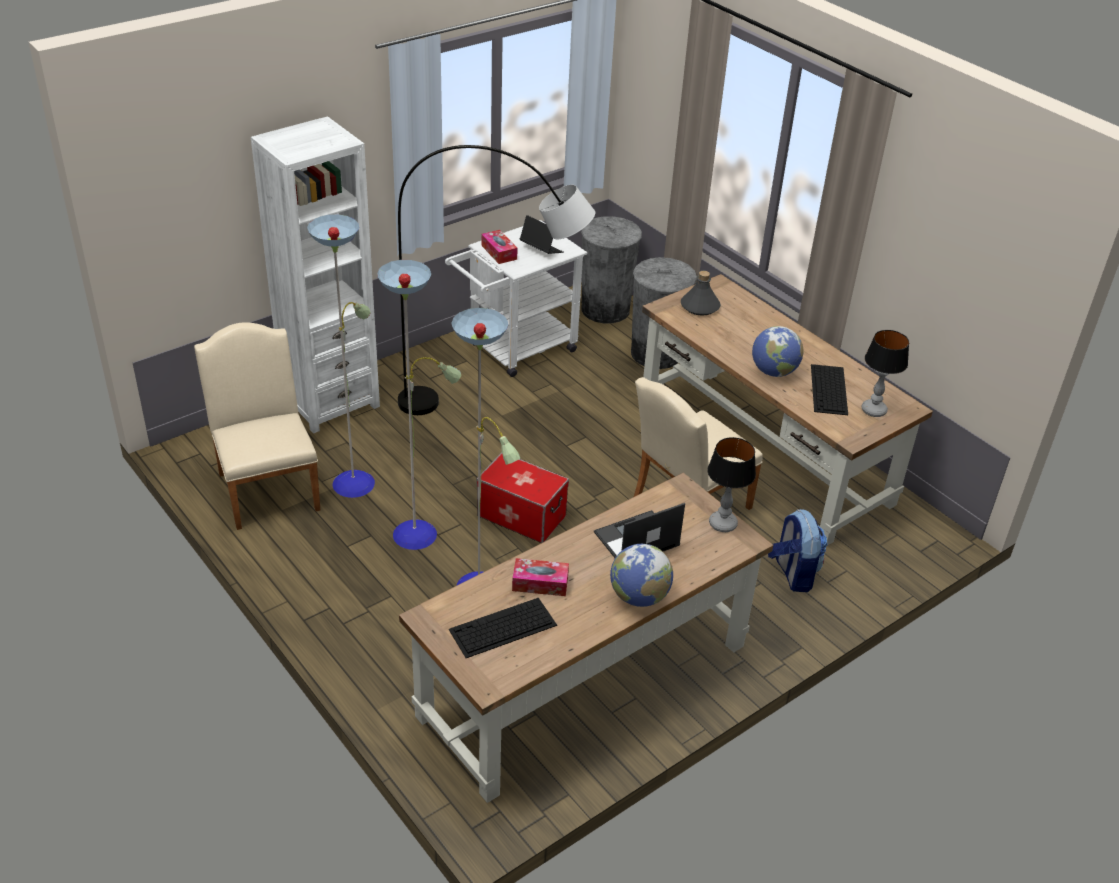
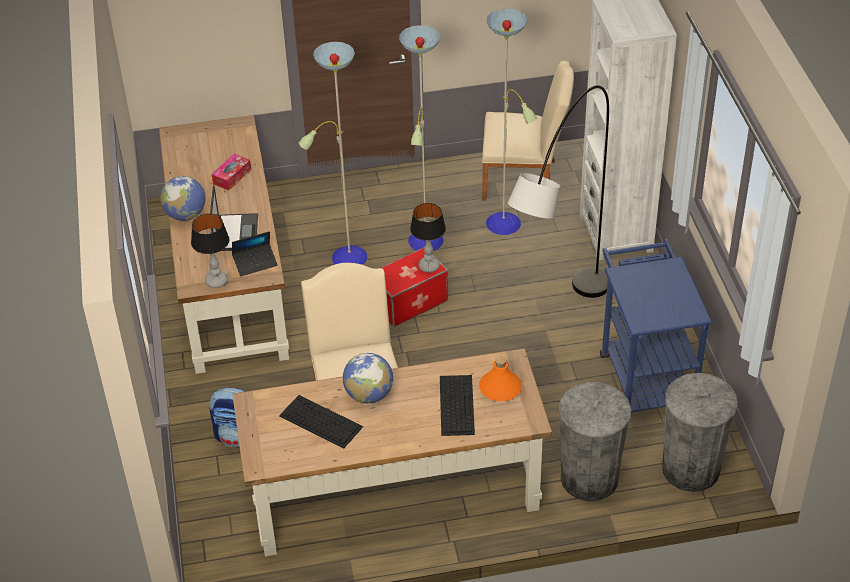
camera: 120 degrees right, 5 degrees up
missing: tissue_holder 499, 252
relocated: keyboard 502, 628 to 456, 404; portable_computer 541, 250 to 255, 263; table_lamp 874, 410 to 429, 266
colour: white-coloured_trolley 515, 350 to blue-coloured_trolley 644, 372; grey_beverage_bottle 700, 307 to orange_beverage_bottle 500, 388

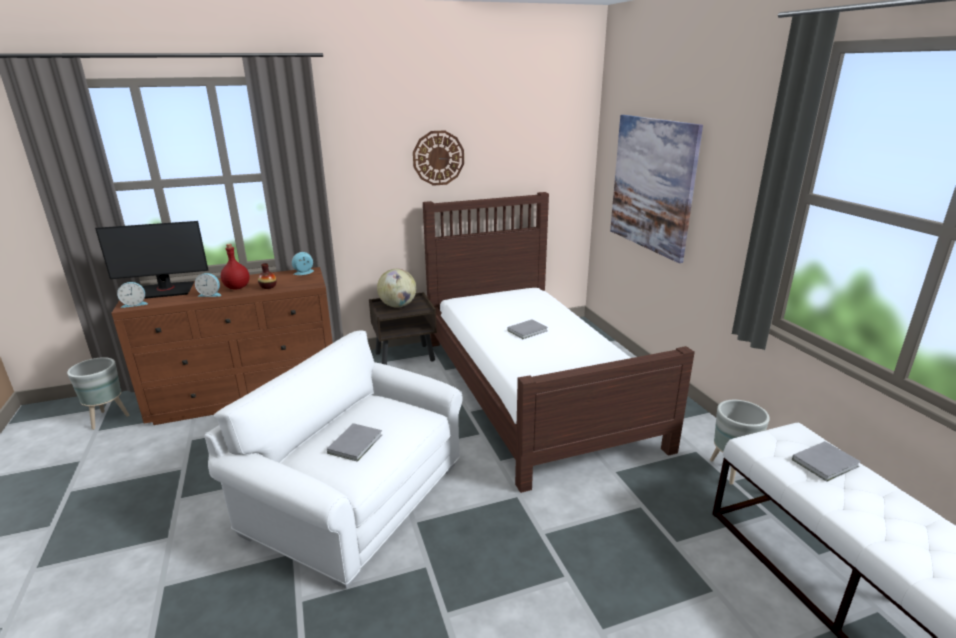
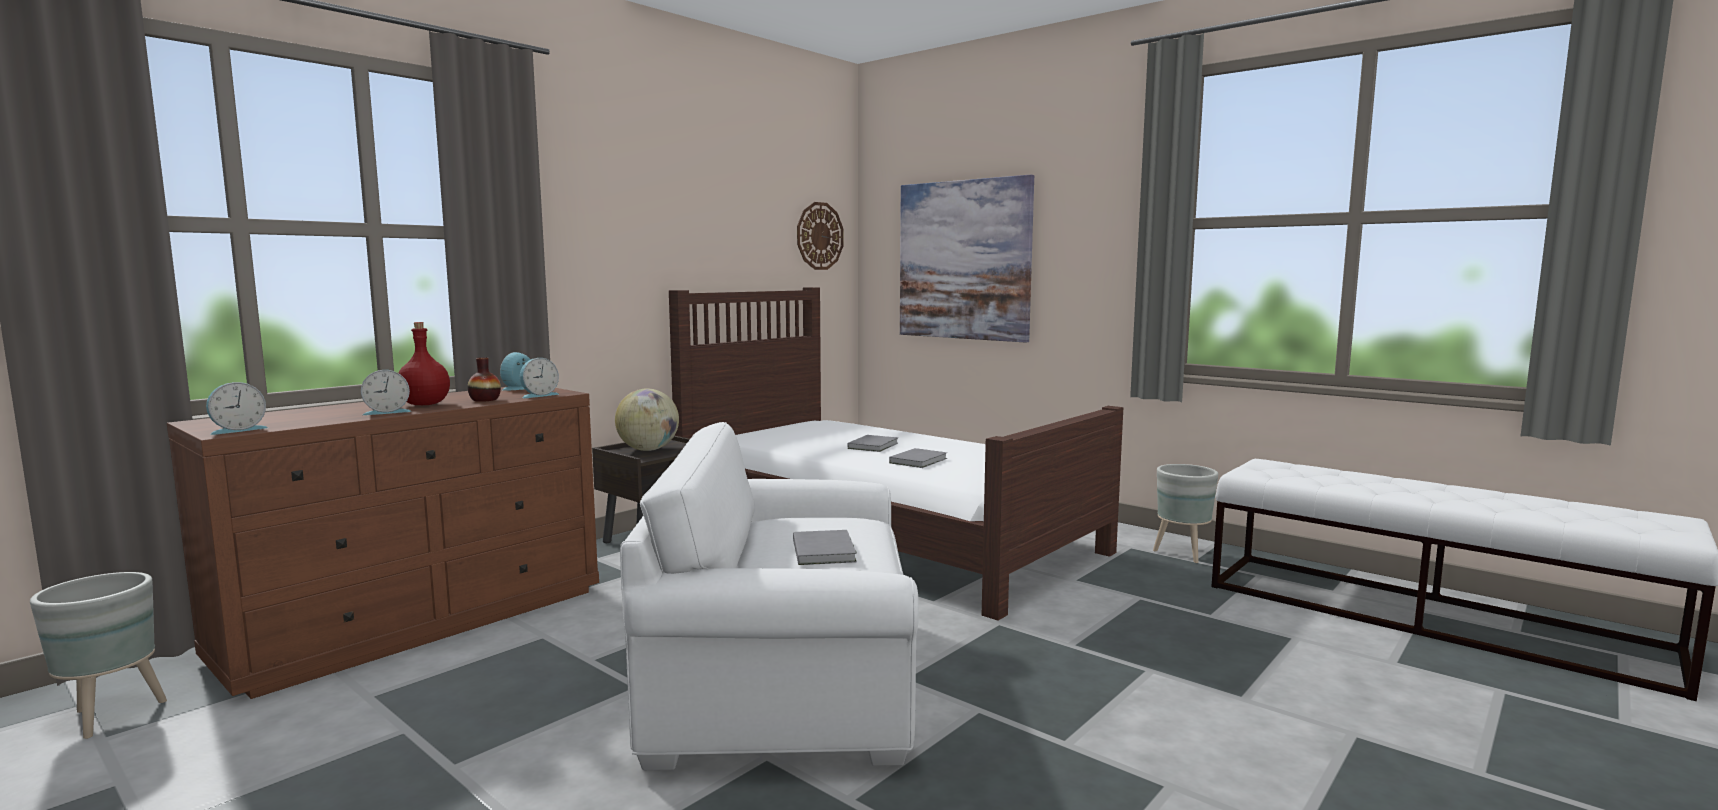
camera: 30 degrees left, 15 degrees down
missing: computer_screen 165, 290
appeared: bedside_clock 538, 395
relocated: hanging_clock 438, 158 to 819, 236; grey_volume 826, 463 to 920, 460

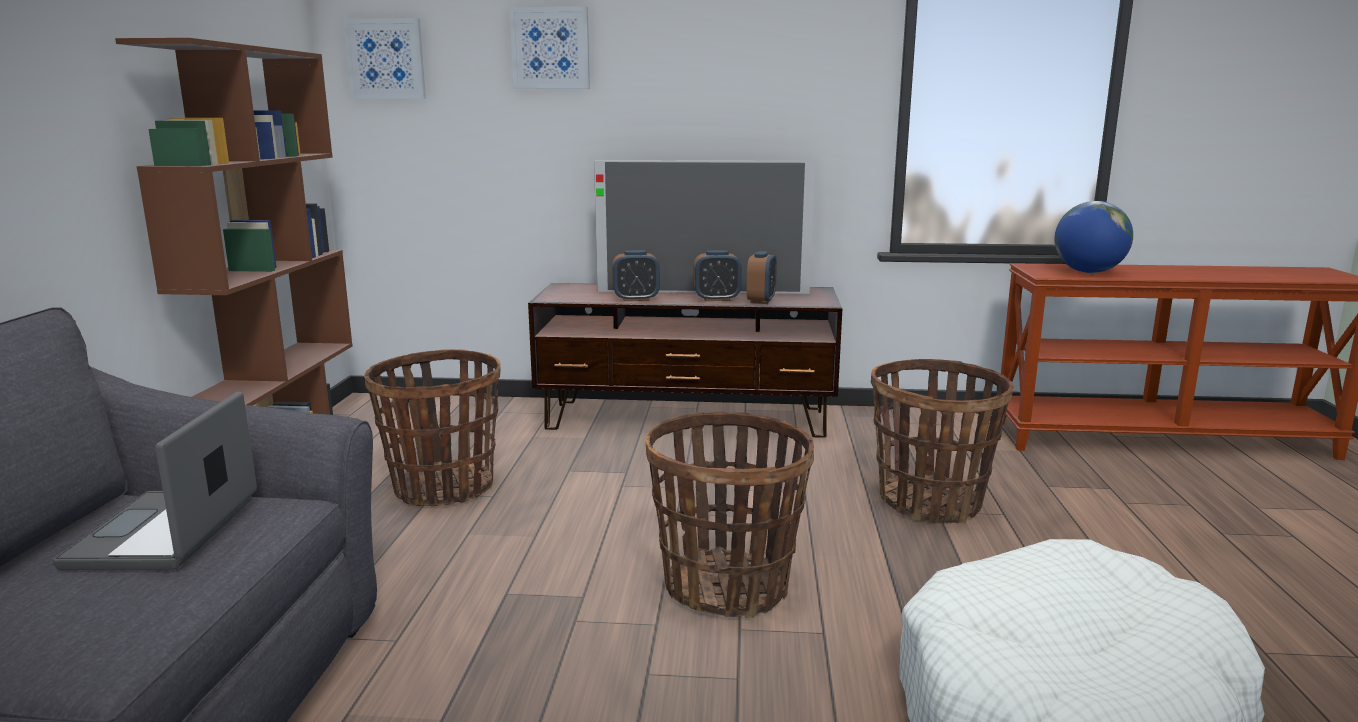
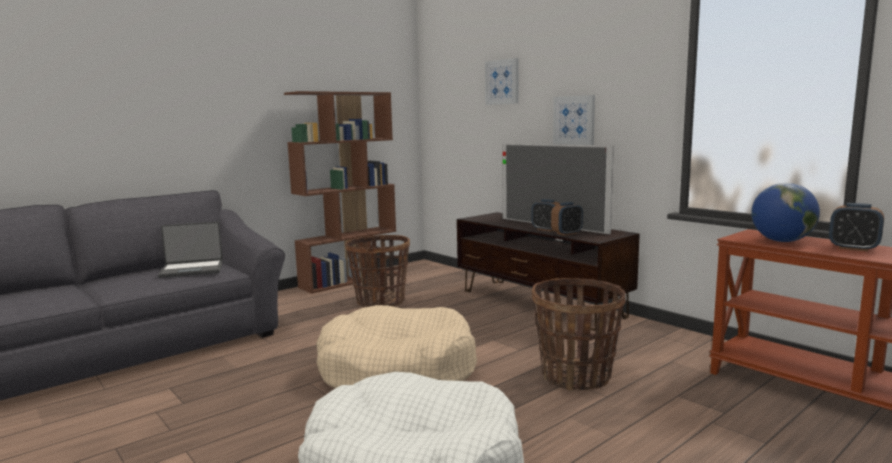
camera: 45 degrees right, 5 degrees down
relocated: picture 386, 59 to 574, 120; bedside_clock 636, 299 to 853, 248
exchanged: basket 727, 587 to beige-coloured_pet_bed 397, 370
spun: portable_computer 168, 532 = 192, 270 150 degrees counterclockwise

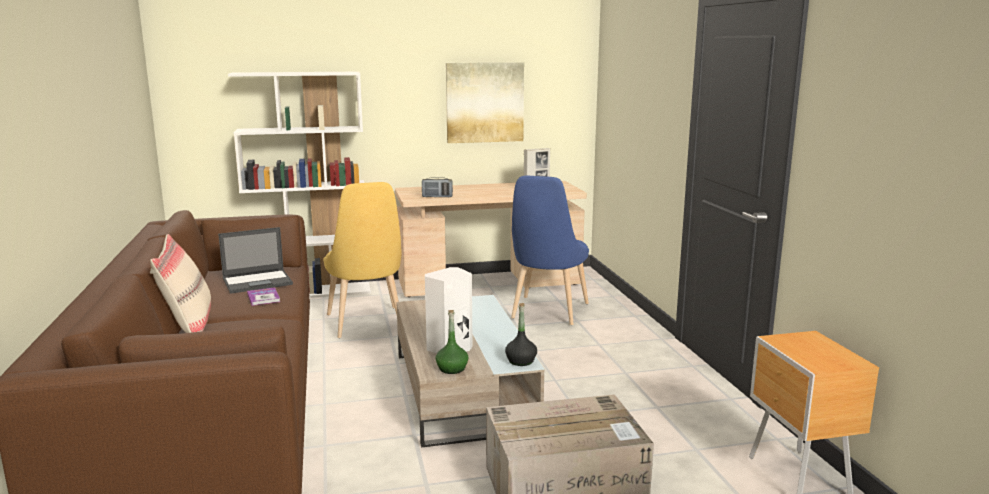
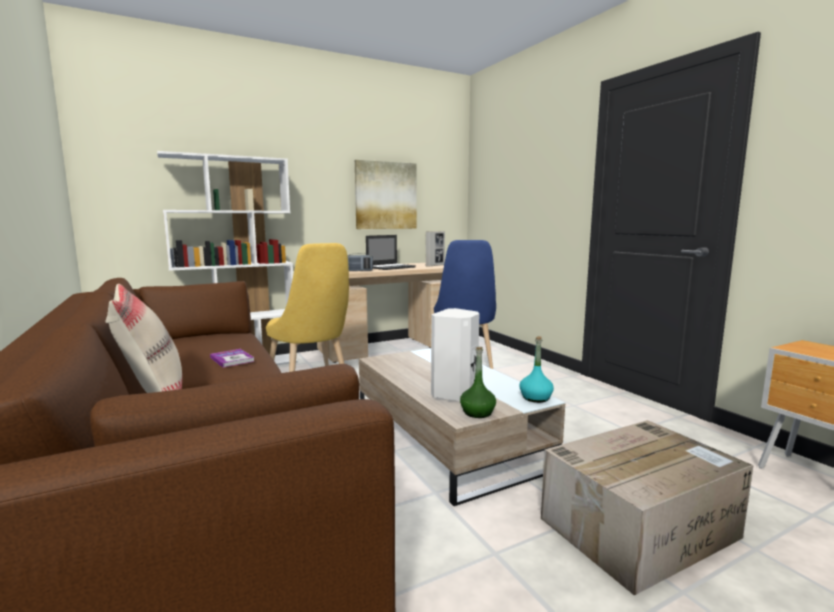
camera: 15 degrees left, 5 degrees down
relocated: portable_computer 258, 282 to 391, 267
colour: blackish_beverage_bottle 521, 361 to turquoise-coloured_beverage_bottle 535, 398

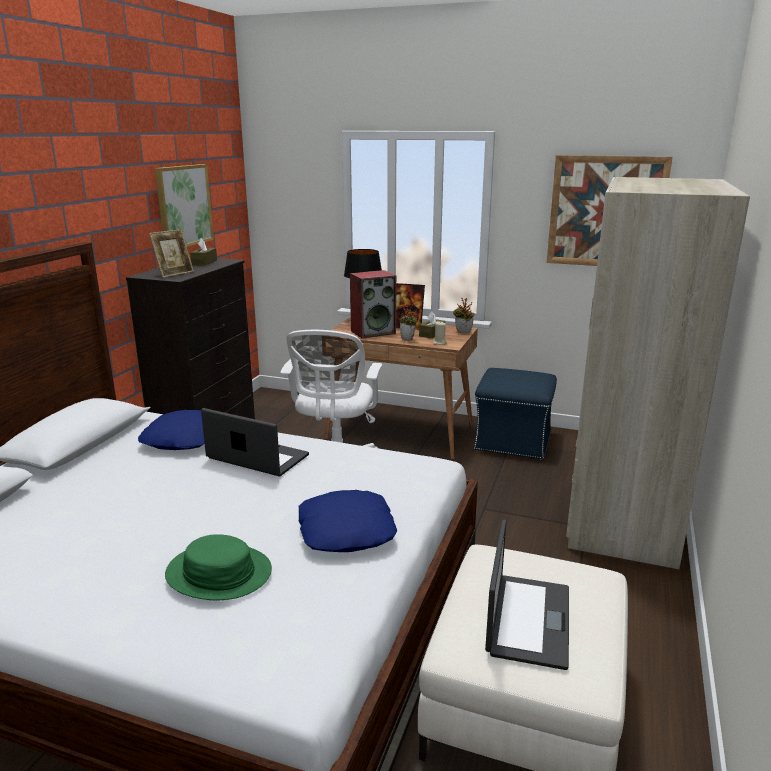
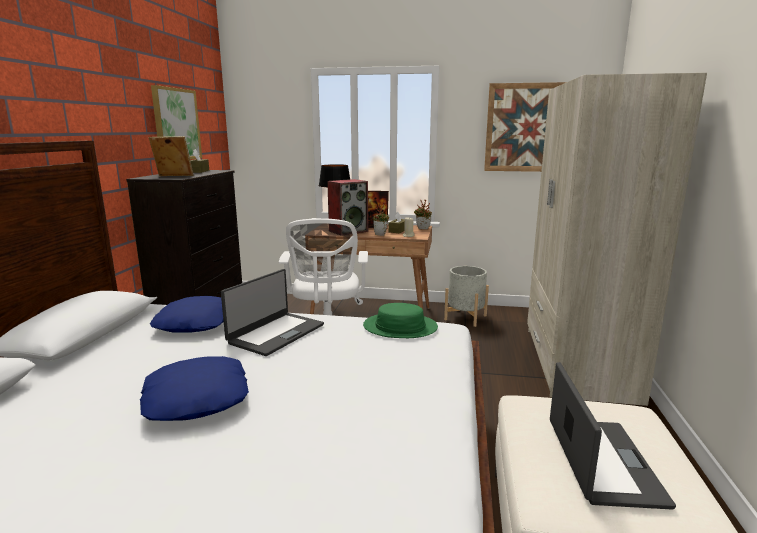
camera: 10 degrees left, 5 degrees down
relocated: green-coloured_wearable_hat 218, 573 to 400, 327; blue-coloured_pillow 345, 531 to 195, 398
exchanged: blue-coloured_ottoman 512, 441 to grey_plant_pot 465, 317
spun: standing_frame 174, 274 = 174, 176 120 degrees counterclockwise; portable_computer 257, 458 = 275, 333 105 degrees clockwise

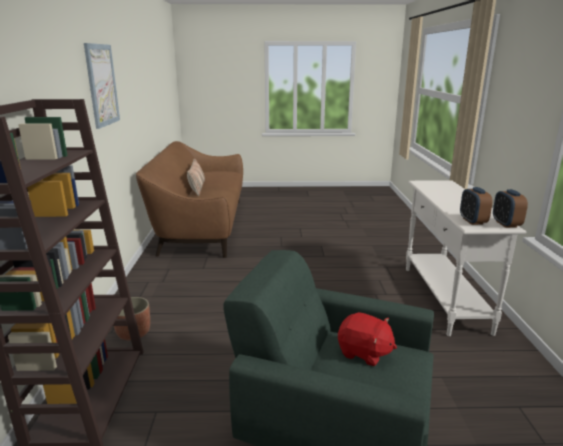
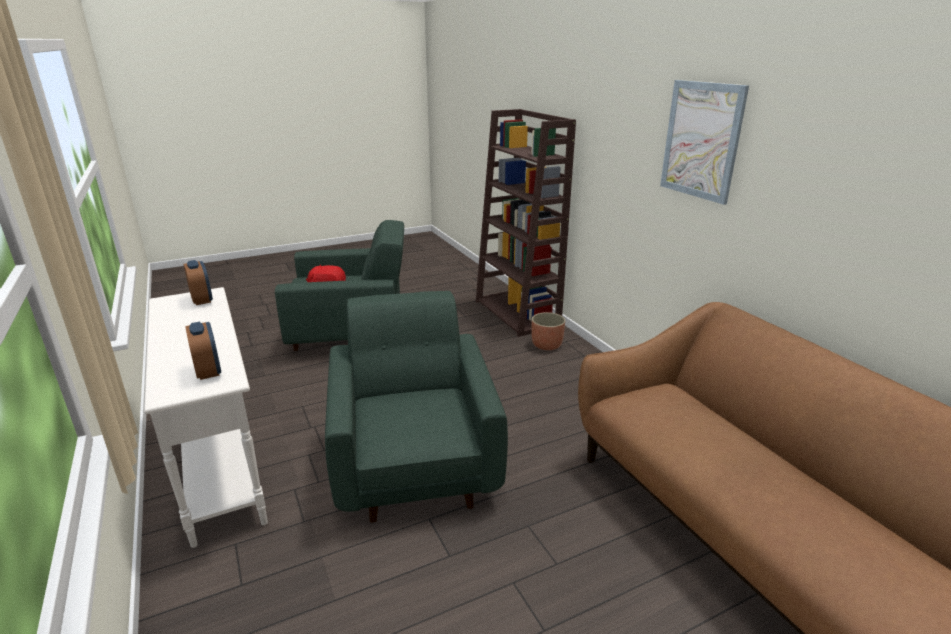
camera: 155 degrees right, 5 degrees up
missing: pillow 197, 187
appeared: green-coloured_lounge_chair 415, 462
relocated: bedside_clock 506, 224 to 208, 371

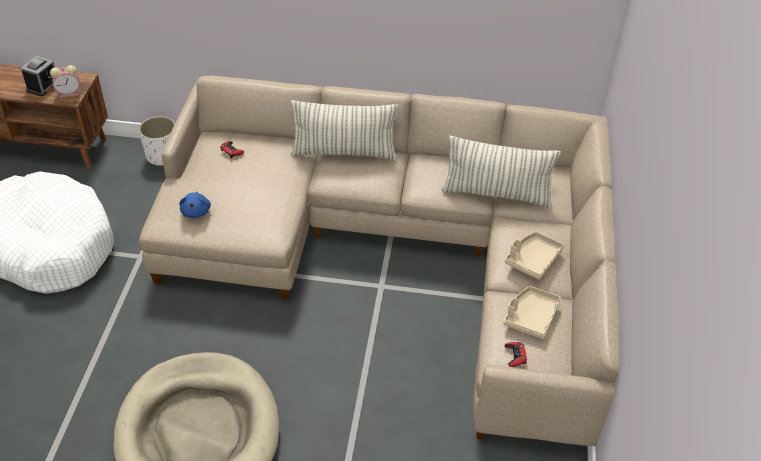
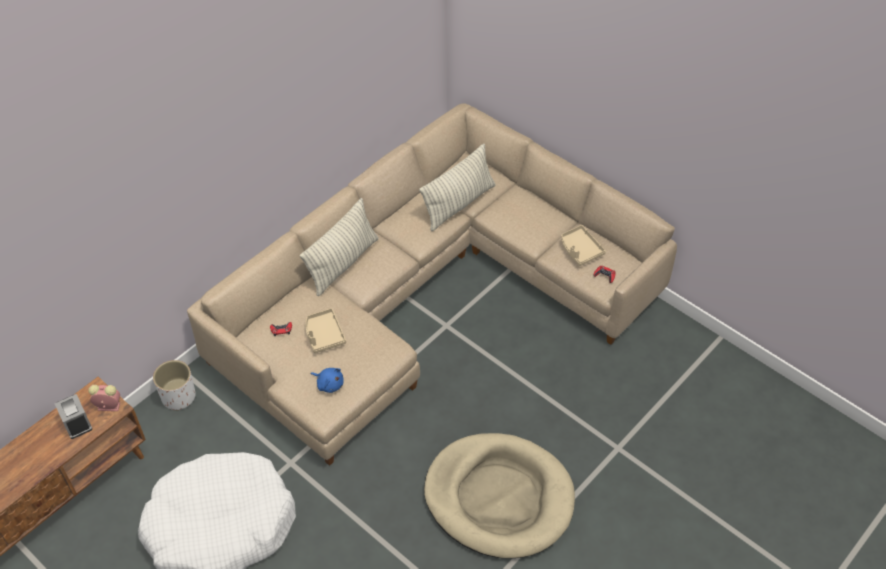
camera: 55 degrees left, 5 degrees up
relocated: beige-coloured_serving_tray 532, 259 to 324, 335
spun: bedside_clock 70, 93 = 108, 406 105 degrees counterclockwise

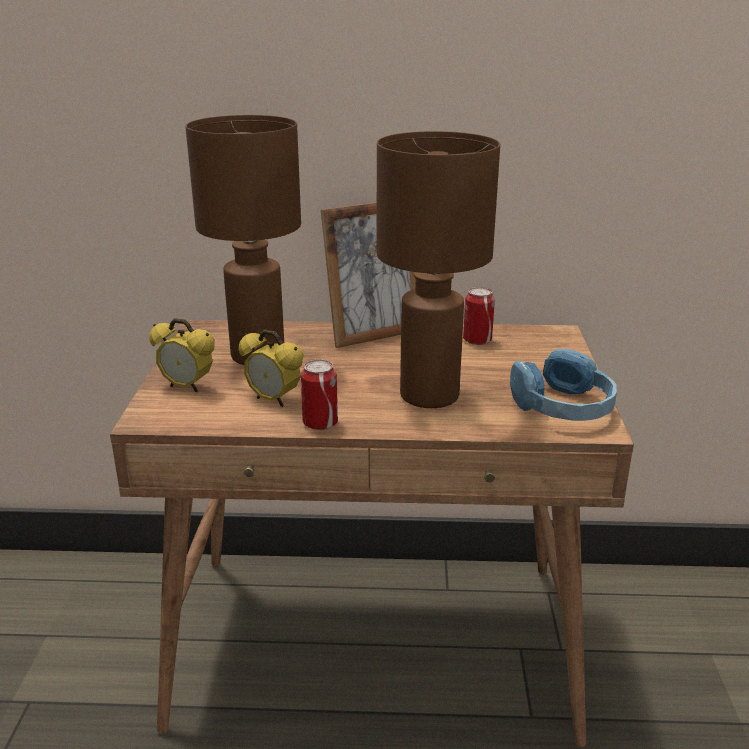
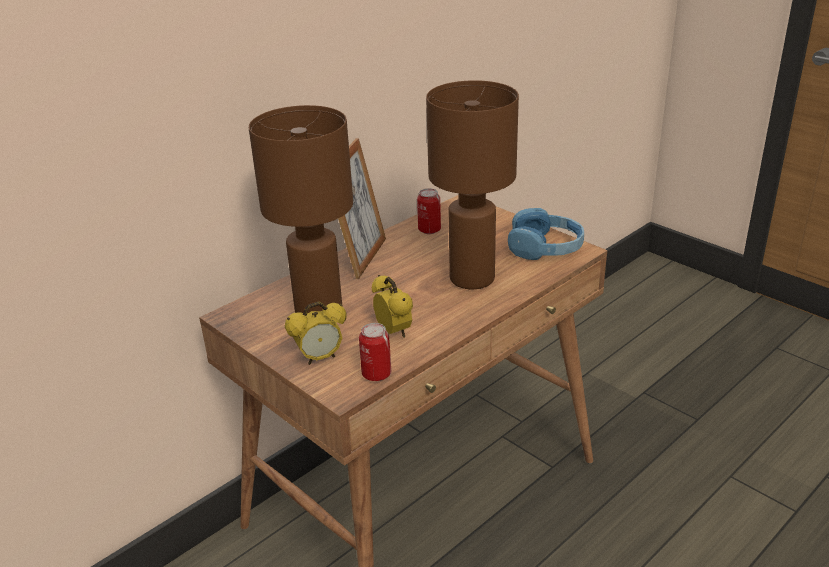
camera: 45 degrees left, 5 degrees up
relocated: sealed_can 320, 423 to 376, 374
spun: bedside_clock 273, 400 = 394, 333 105 degrees counterclockwise

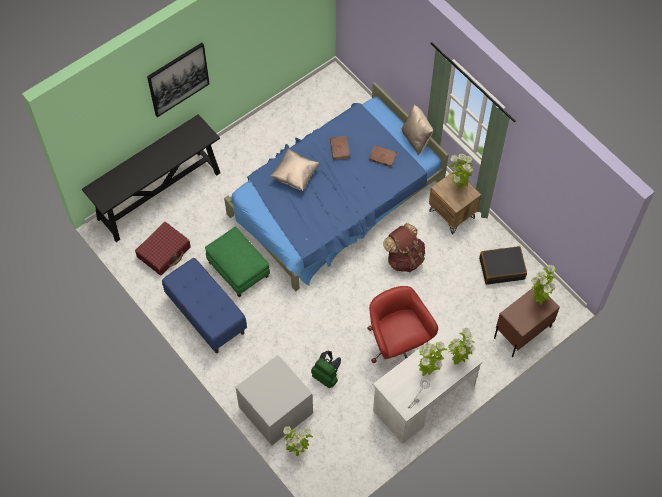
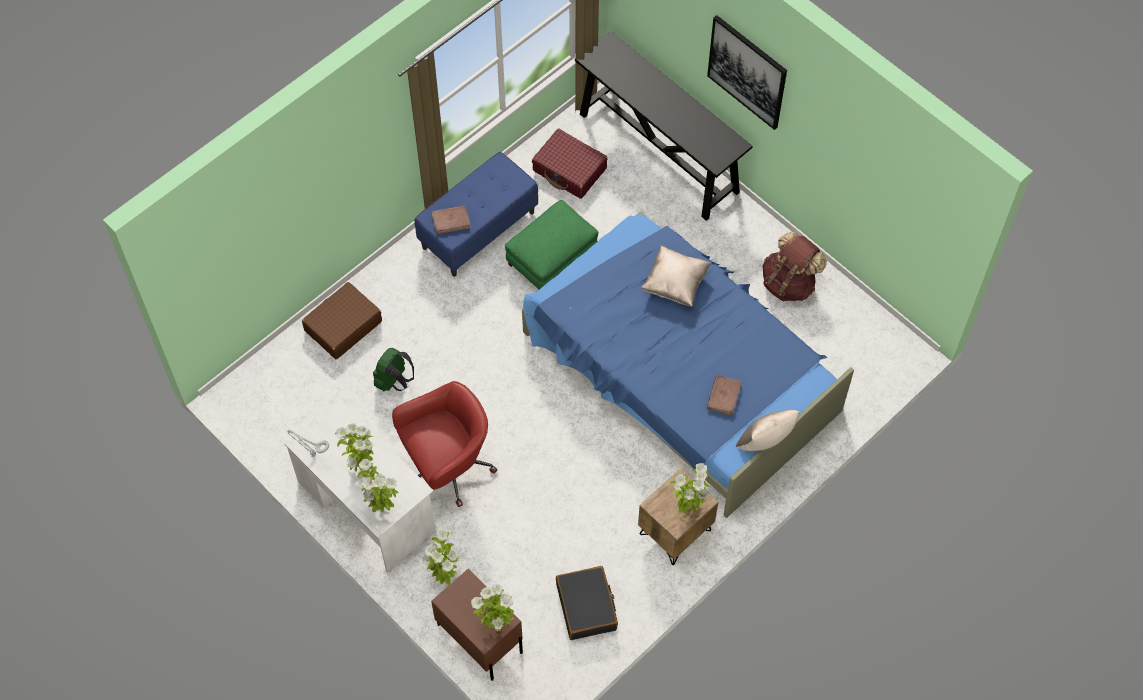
camera: 85 degrees right, 0 degrees up
relocated: plant_in_a_pot 297, 450 to 444, 575; brown_volume 339, 148 to 451, 221; brown_knapsack 404, 258 to 789, 283
exchanged: grey_storage_bin 277, 410 to brown_suitcase 343, 326

